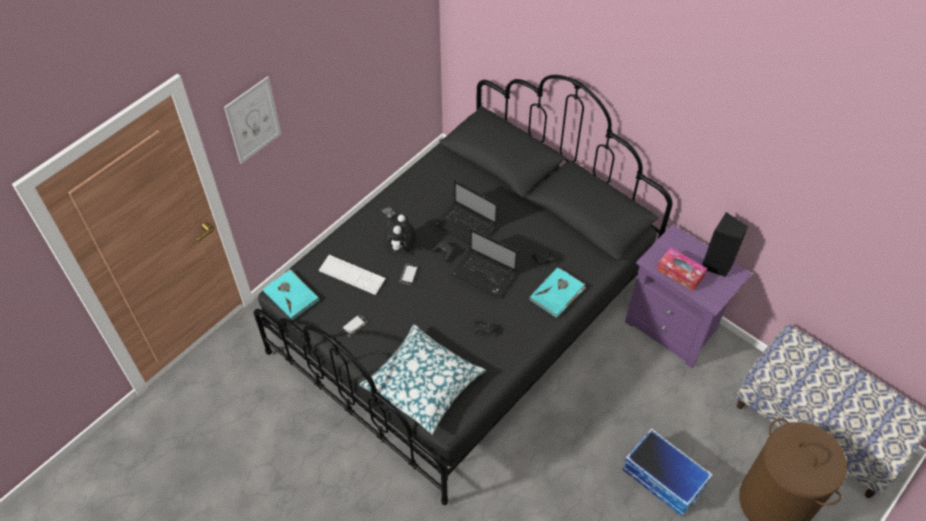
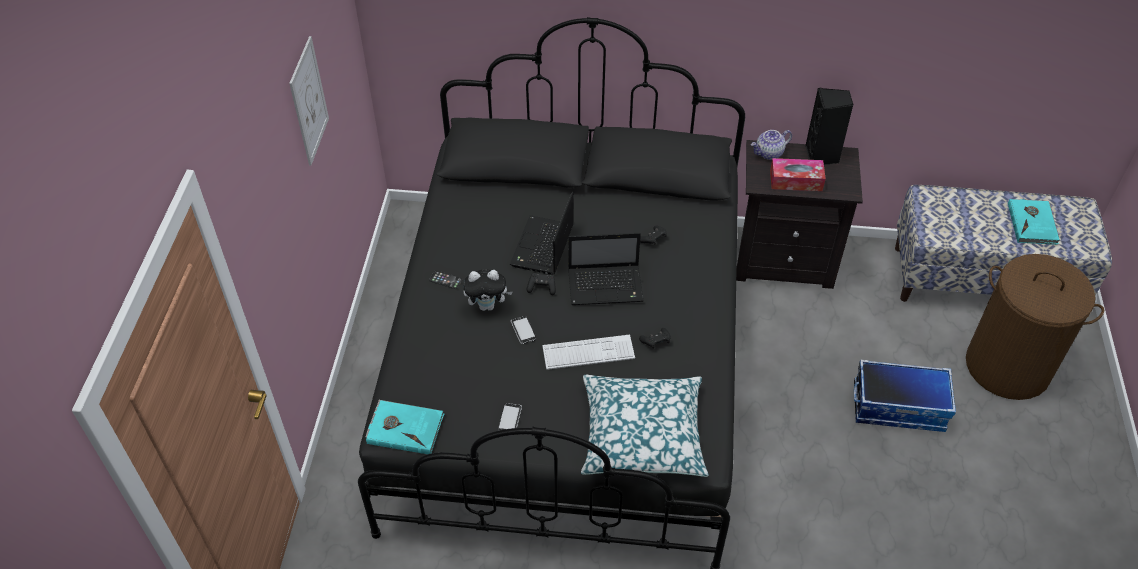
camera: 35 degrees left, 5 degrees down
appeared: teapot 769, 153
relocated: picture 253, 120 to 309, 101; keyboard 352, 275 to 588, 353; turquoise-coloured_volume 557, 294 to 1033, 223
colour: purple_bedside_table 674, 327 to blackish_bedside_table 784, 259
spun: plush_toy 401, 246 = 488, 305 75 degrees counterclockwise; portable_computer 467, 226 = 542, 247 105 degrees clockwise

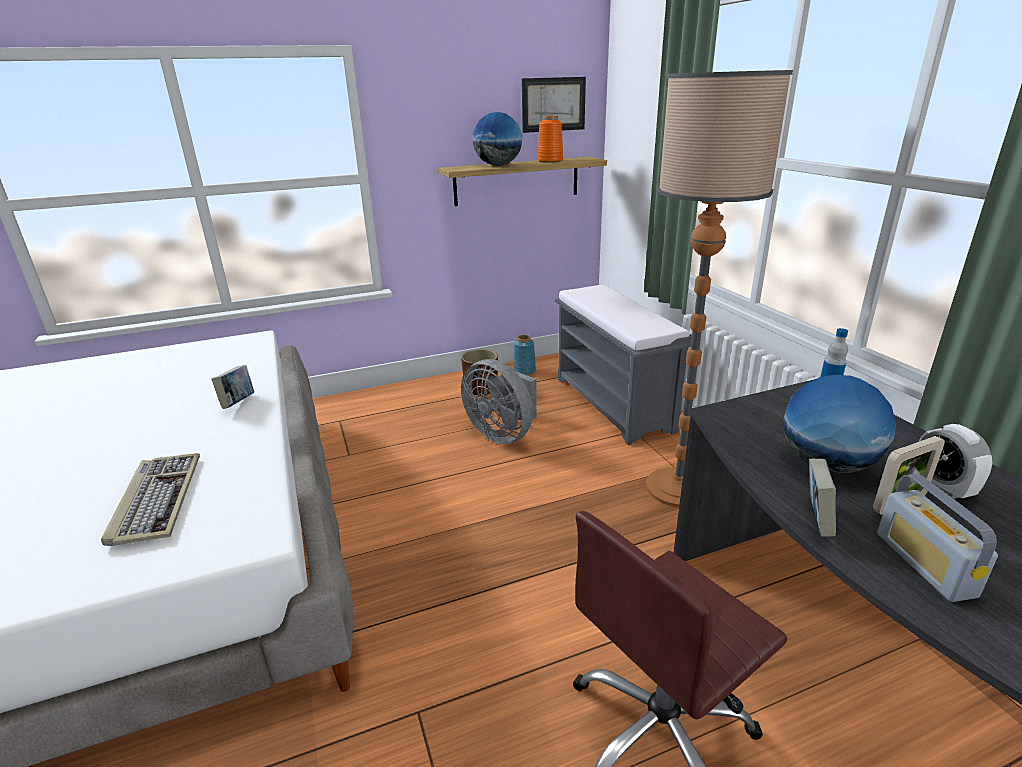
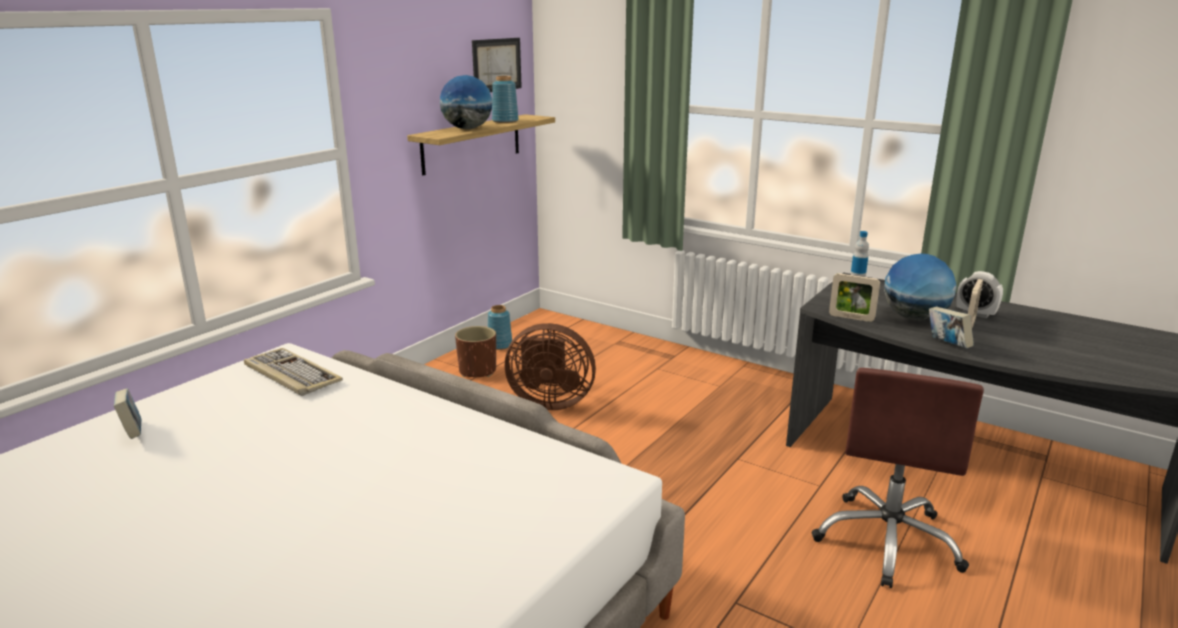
camera: 35 degrees left, 5 degrees down
missing: grey_long_seat 614, 404; standard_lamp 678, 488; radio_set 924, 564
appeared: standing_frame 851, 318
relocated: keyboard 156, 500 to 290, 375; volume 238, 403 to 133, 433
colour: grey_cooling_fan 502, 434 to brown_cooling_fan 549, 402; orange_decorative_vase 550, 161 to blue-coloured_decorative_vase 505, 121

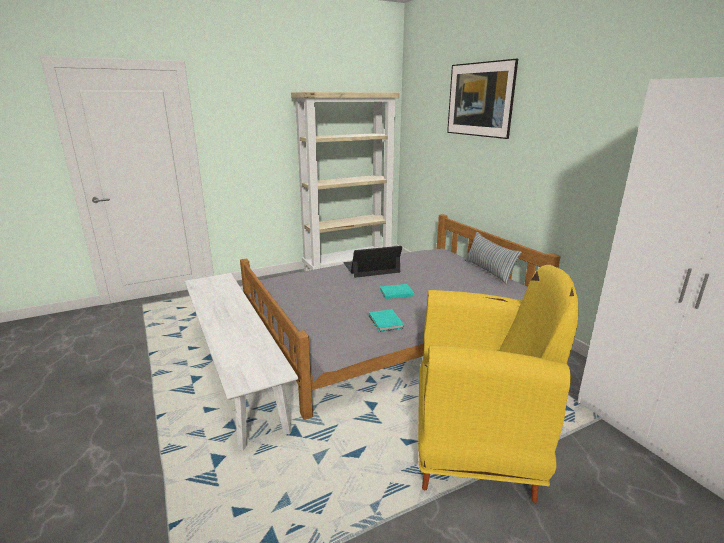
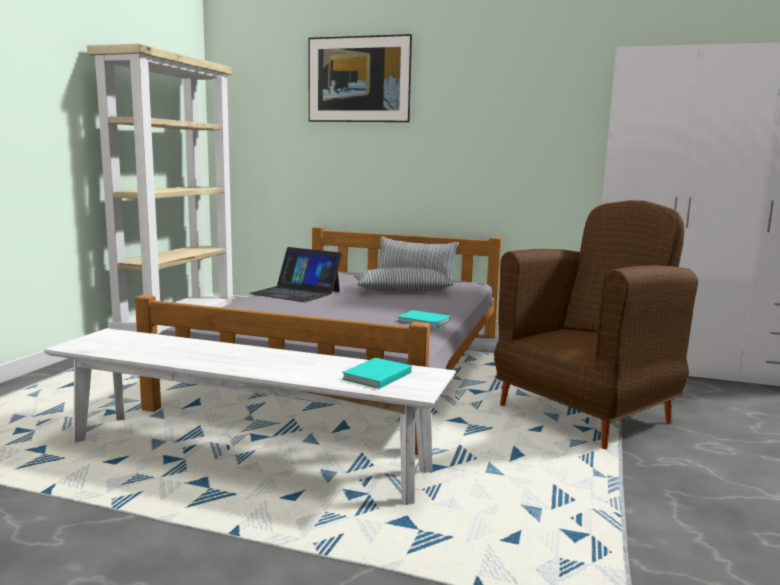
camera: 45 degrees left, 10 degrees down
appeared: pillow 402, 291
relocated: turquoise-coloured_volume 395, 292 to 375, 376
colour: yellow_lounge_chair 475, 449 to brown_lounge_chair 585, 413
spun: portable_computer 371, 268 = 296, 292 90 degrees counterclockwise

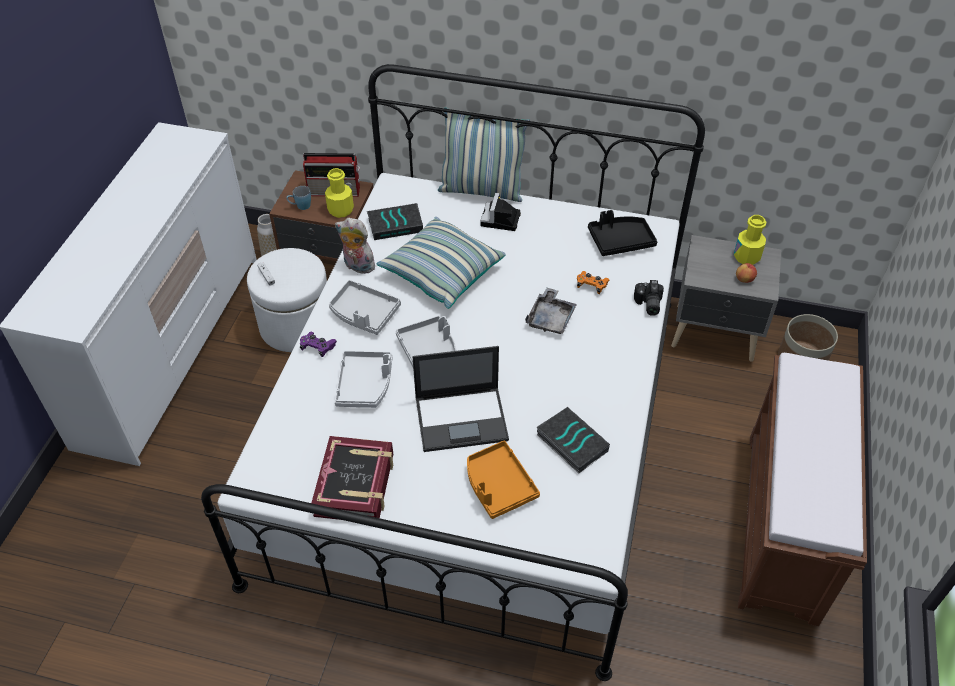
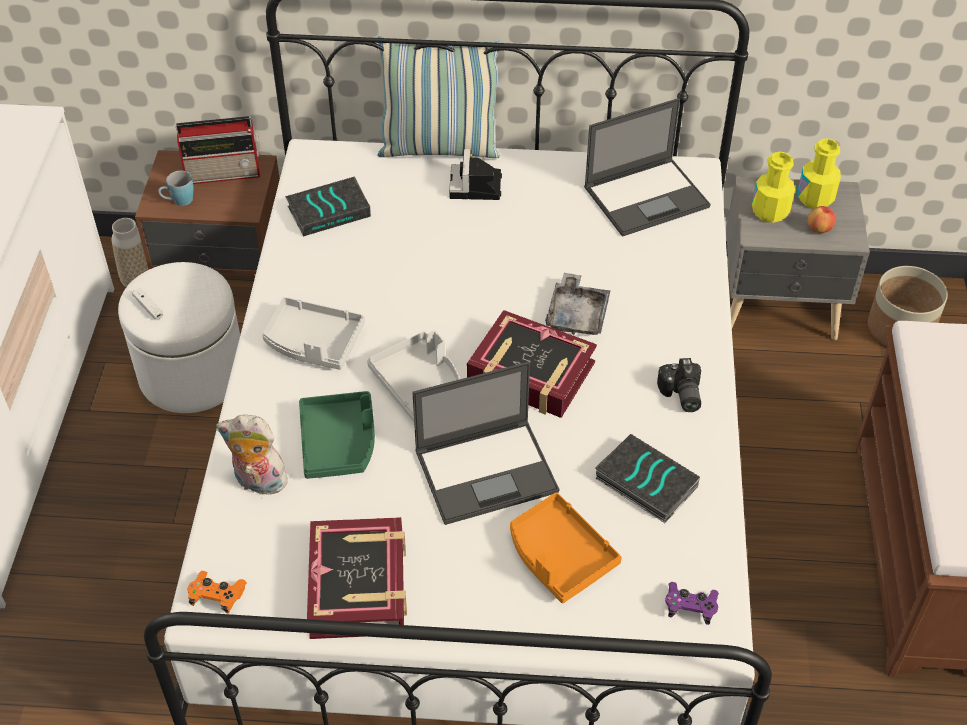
camera: 10 degrees left, 0 degrees up
missing: pillow 441, 273
appeared: volume 530, 373
relocated: purple_gamepad 318, 347 to 690, 608; yellow_beverage_bottle 340, 210 to 770, 211; plush_toy 357, 266 to 258, 483; orange_gamepad 591, 286 to 217, 596; still_camera 647, 304 to 680, 395
exchanged: blackish_serving_tray 620, 241 to portable_computer 647, 196
colour: white-coloured_serving_tray 365, 385 to green-coloured_serving_tray 339, 442

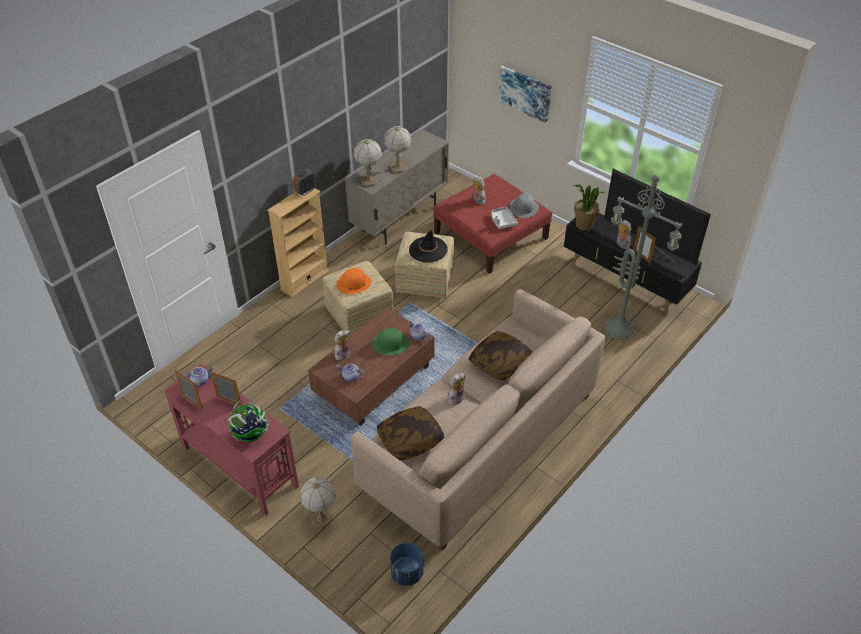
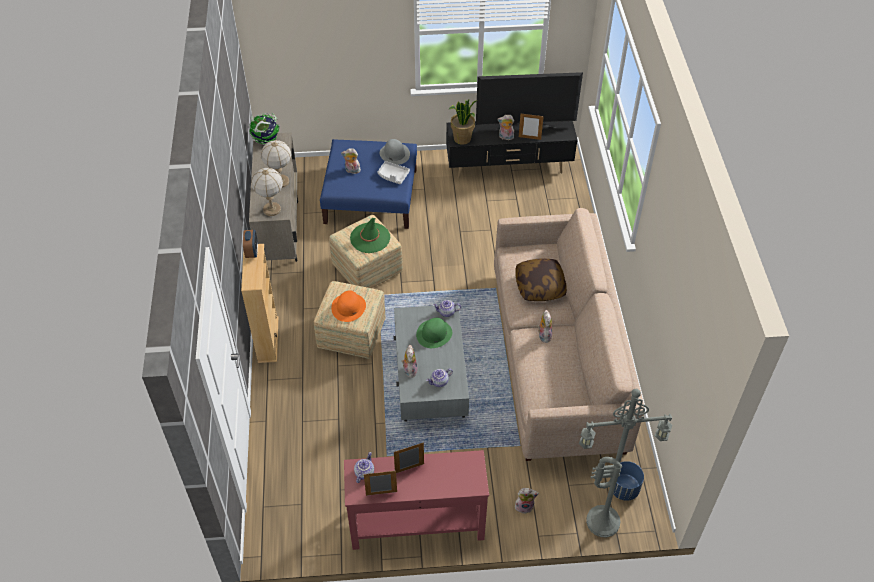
camera: 45 degrees left, 5 degrees up
missing: pillow 410, 440; picture 525, 93
relocated: desk_globe 251, 435 to 266, 140; grey_standard_lamp 621, 328 to 603, 519
exchanged: table_lamp 321, 519 to plush_toy 524, 506
colour: brown_coffee_table 373, 381 to grey_coffee_table 430, 377; blackish_wearable_hat 428, 250 to green-coloured_wearable_hat 370, 238; red-coloured_ottoman 491, 235 to blue-coloured_ottoman 371, 196

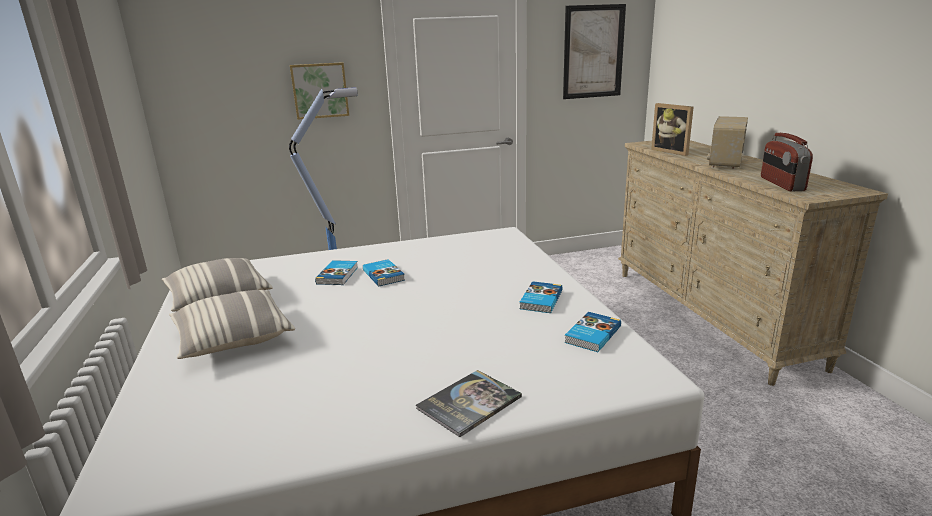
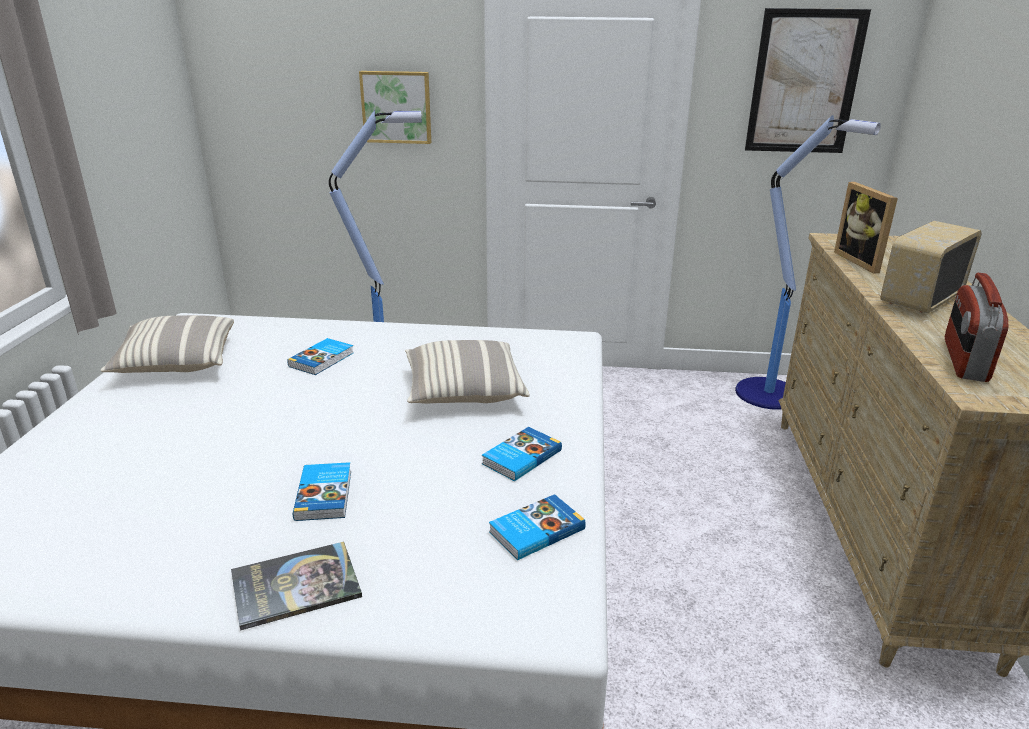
camera: 20 degrees right, 5 degrees up
appeared: standard_lamp 770, 394
relocated: pillow 233, 339 to 463, 391; volume 384, 275 to 325, 494

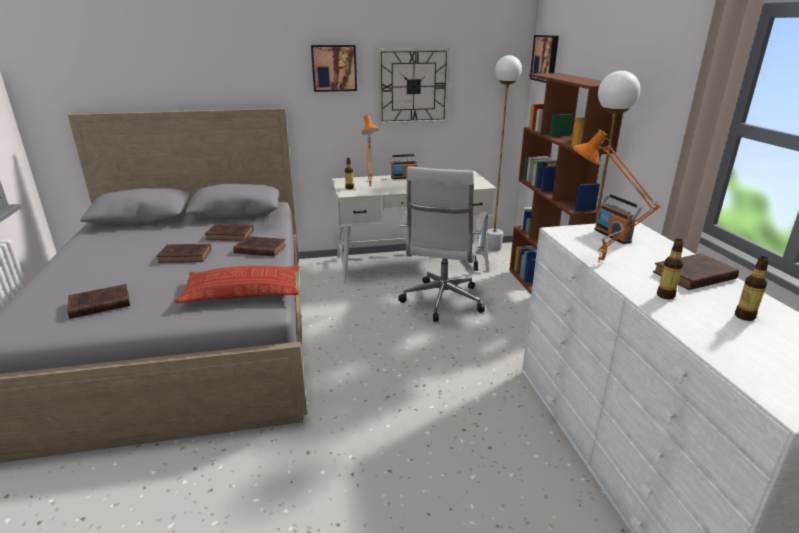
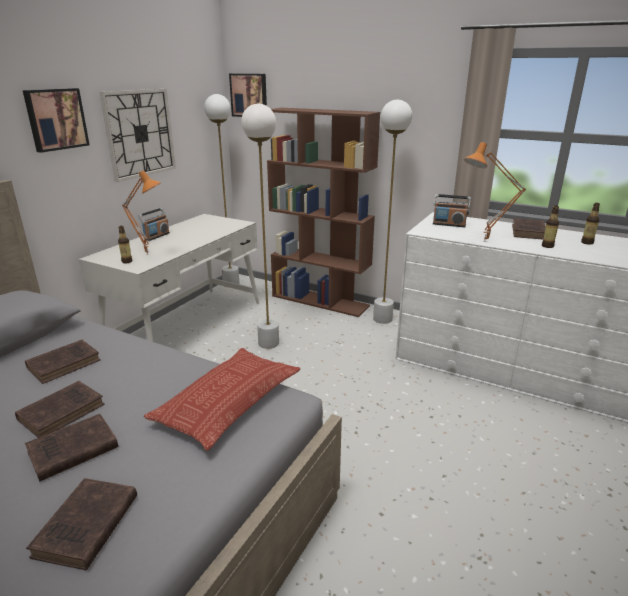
camera: 50 degrees left, 0 degrees up
relocated: brown_volume 259, 249 to 71, 451
exchanged: white-coloured_computer_chair 441, 303 to white-coloured_standard_lamp 268, 343

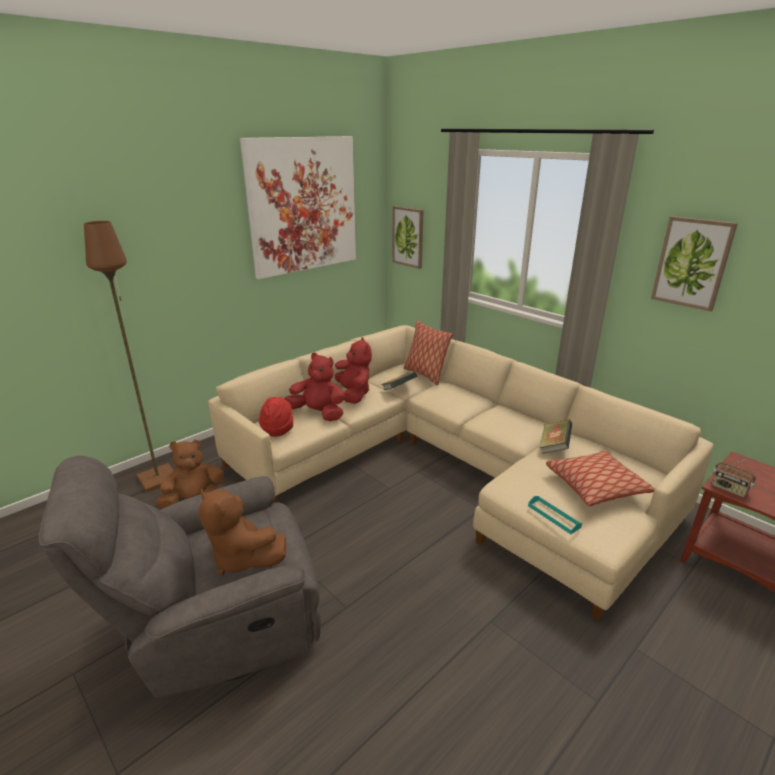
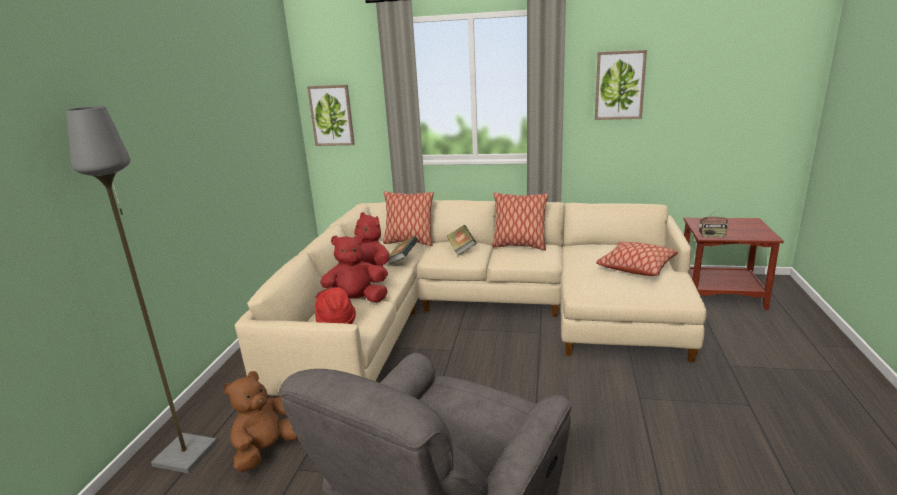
camera: 35 degrees left, 5 degrees down
missing: brown_plush_toy 242, 558; picture 303, 205; turquoise-coloured_serving_tray 553, 516
appeared: pillow 519, 246
relocated: volume 554, 447 to 461, 249
colour: brown_standard_lamp 158, 478 to grey_standard_lamp 185, 453

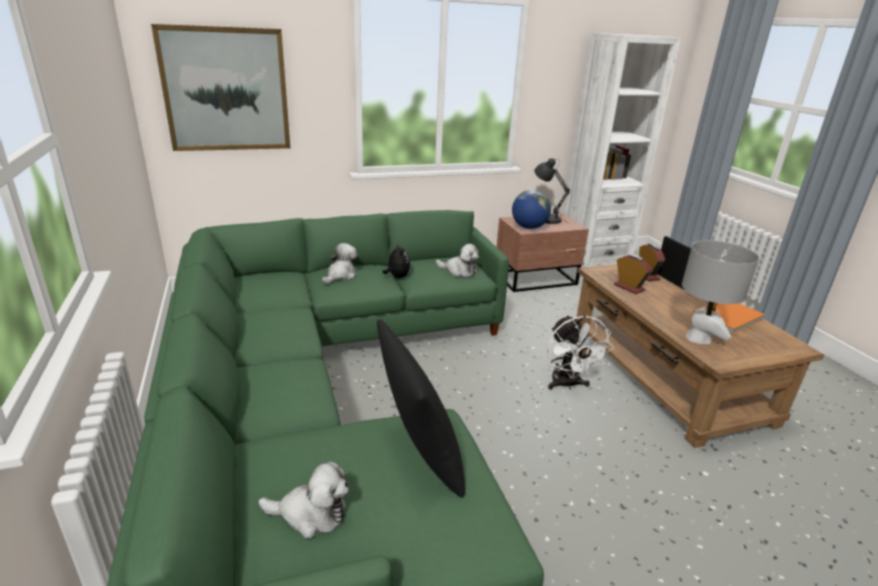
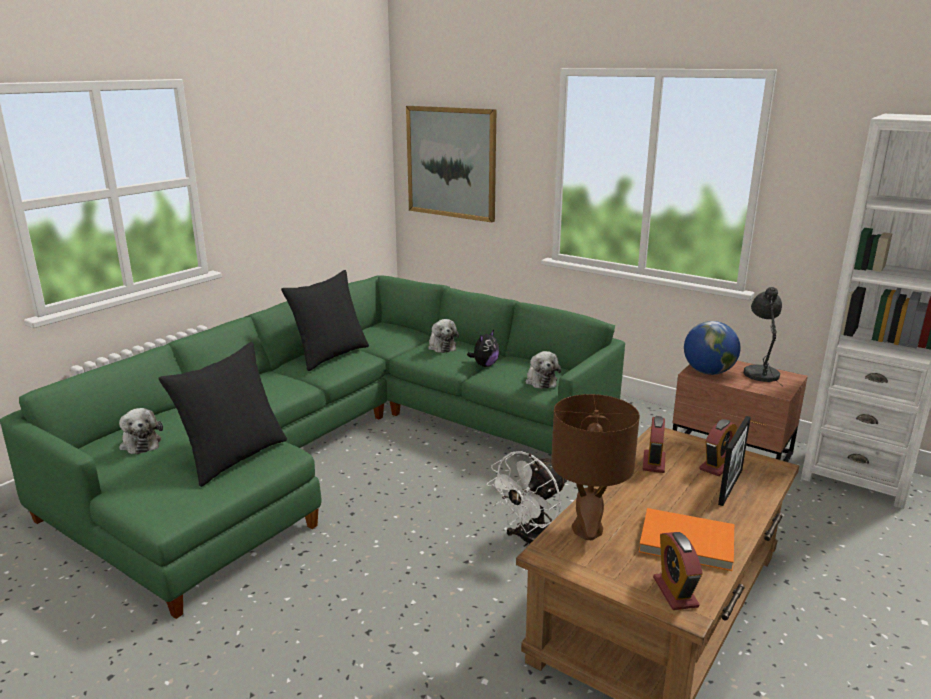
camera: 55 degrees right, 5 degrees down
appeared: blackish_pillow 331, 355; bedside_clock 675, 592
colour: grey_table_lamp 698, 338 to brown_table_lamp 587, 530
spun: plush_toy 340, 275 = 441, 346 75 degrees clockwise

